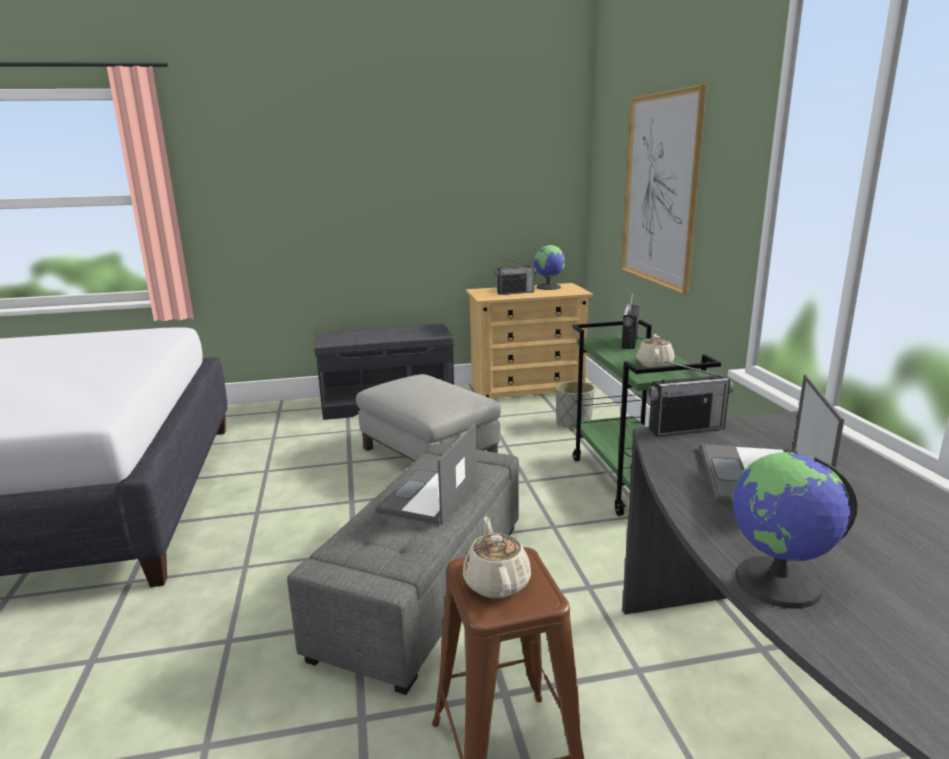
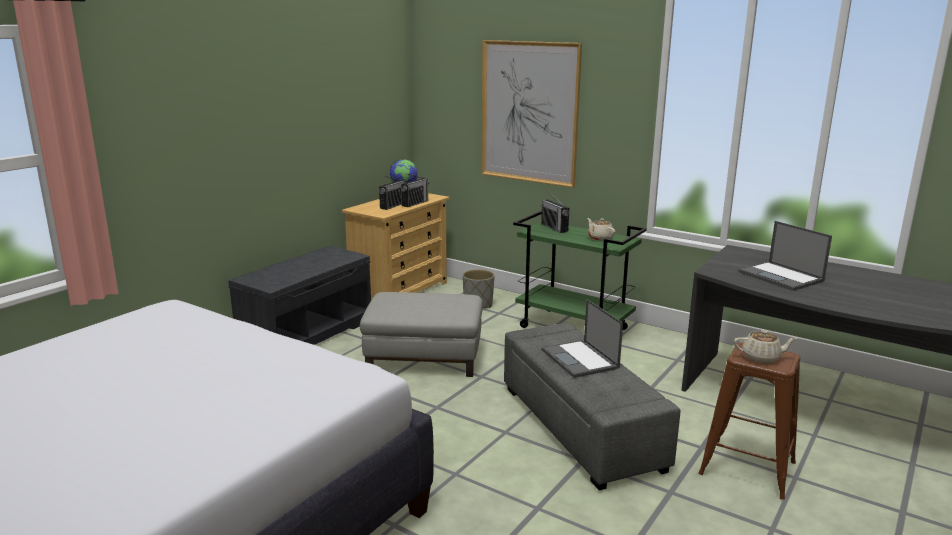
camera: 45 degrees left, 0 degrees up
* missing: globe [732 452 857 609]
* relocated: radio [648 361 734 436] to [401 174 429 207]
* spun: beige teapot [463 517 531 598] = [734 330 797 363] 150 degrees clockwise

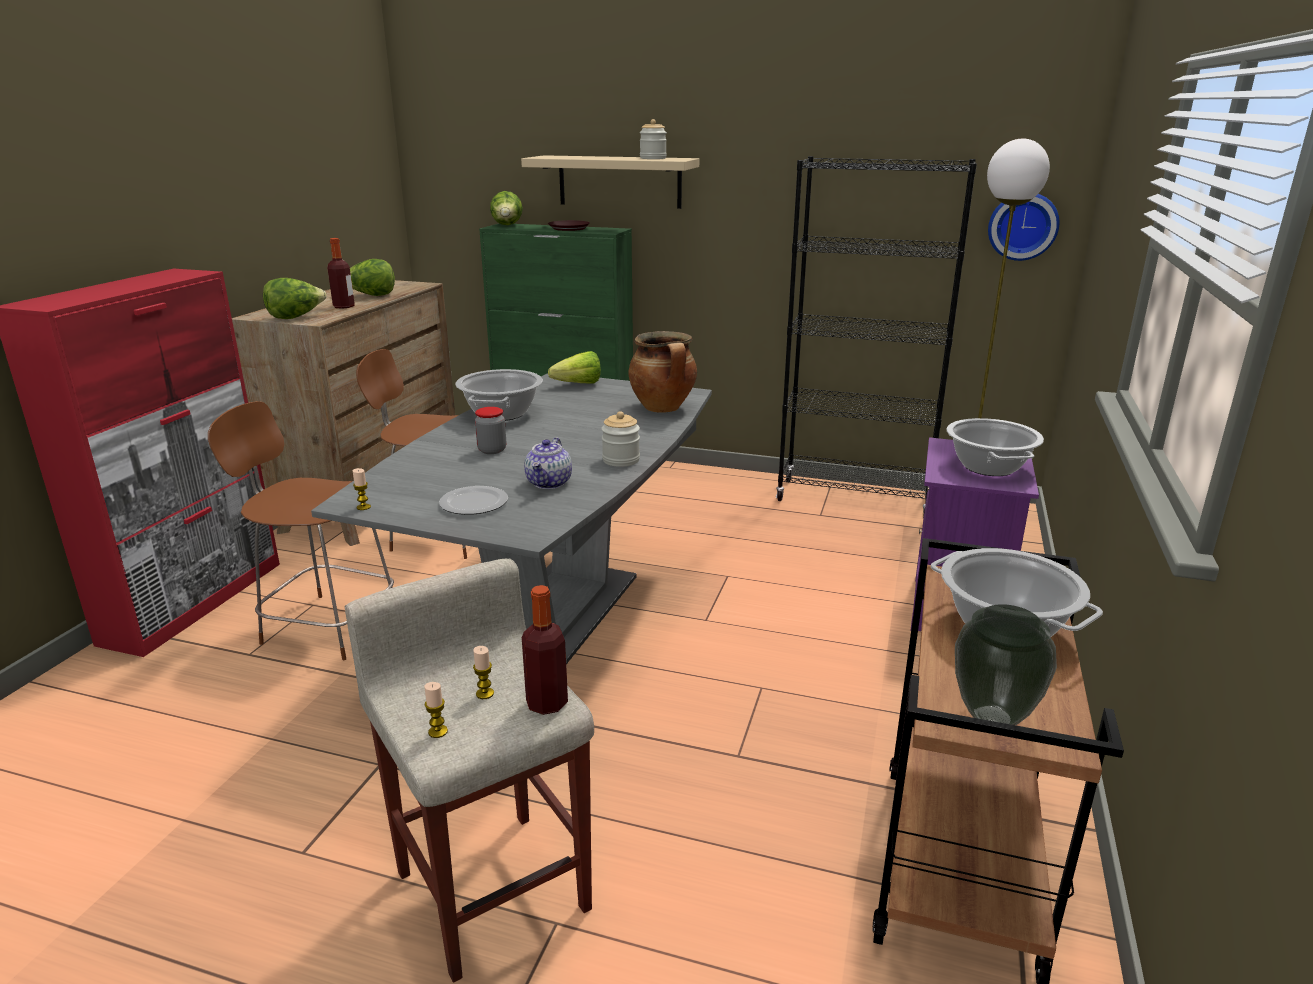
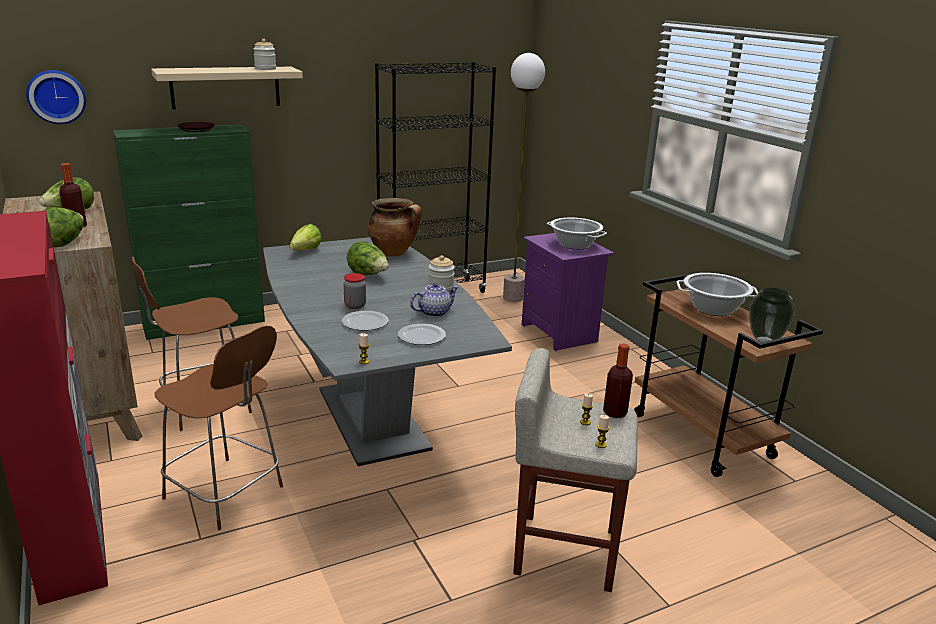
camera: 45 degrees left, 0 degrees up
* missing: cooking pot [456 369 543 421]
* appeared: plate [342 311 388 331]
* relocated: lettuce [490 191 523 225] to [347 241 389 275]
* relocated: wall clock [988 194 1059 261] to [26 70 86 124]
* spun: brown chair [208 401 394 660] = [154 326 283 530] 120 degrees counterclockwise
* spun: teapot [524 437 572 489] = [410 283 459 317] 90 degrees counterclockwise

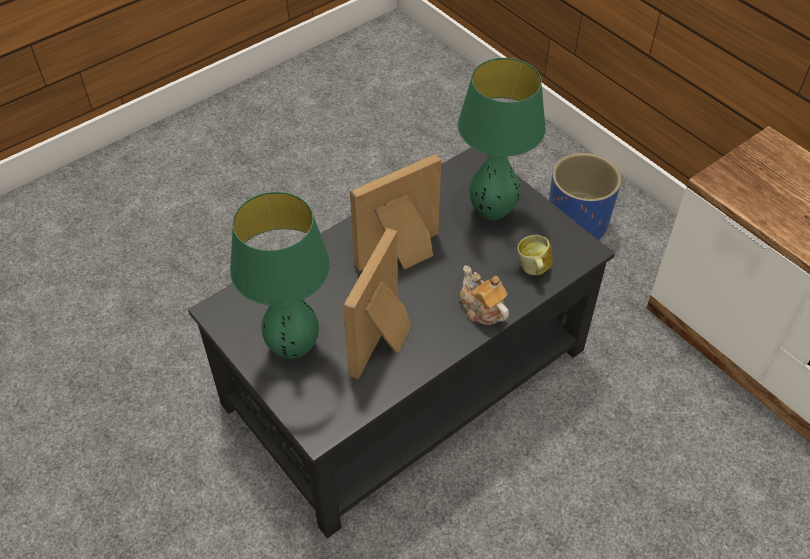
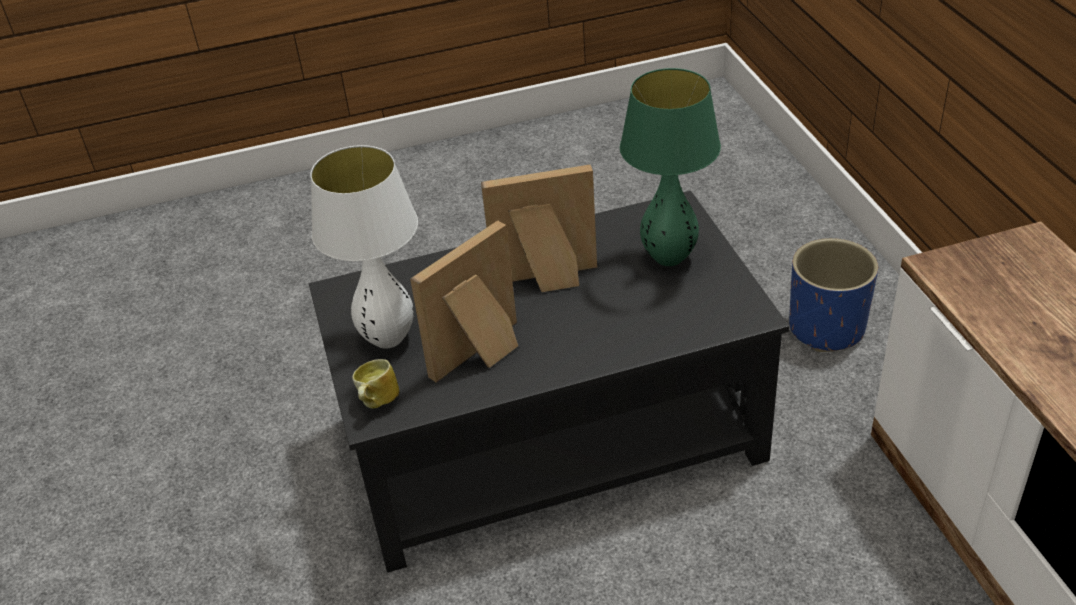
camera: 25 degrees right, 10 degrees down
* missing: teapot [460 266 509 325]
* relocated: mug [517 235 552 275] to [352 359 399 409]
* colour: green table lamp [230 192 331 359] to white table lamp [311 145 418 349]

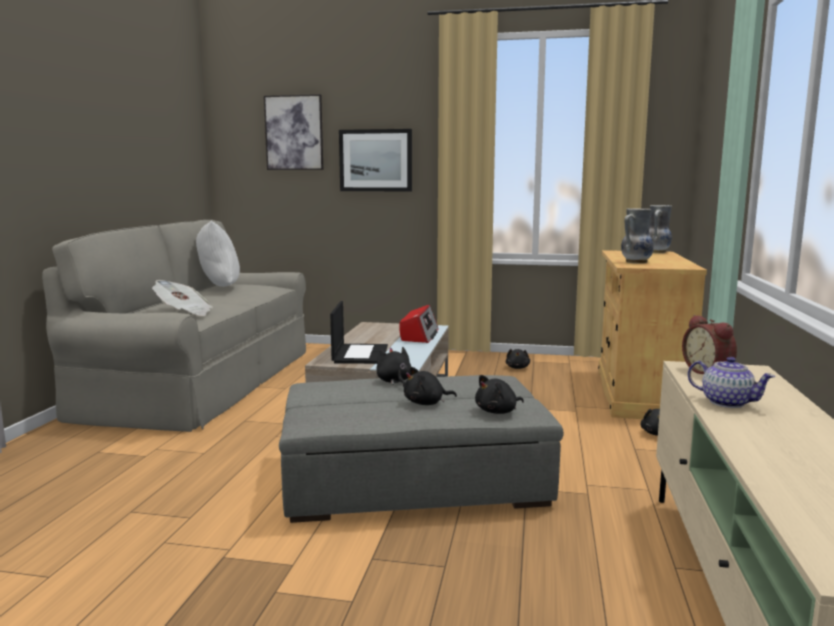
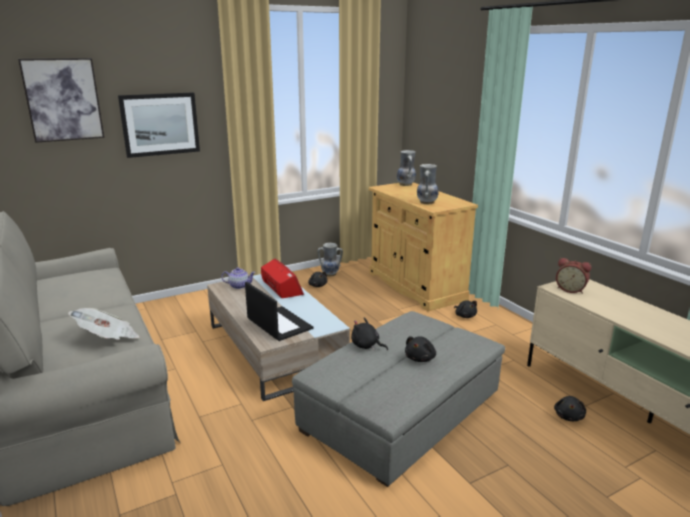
camera: 40 degrees left, 10 degrees up
* missing: white pillow [196 221 240 287]
* appeared: vase [318 243 343 277]
* relocated: black plush toy [475 375 524 414] to [554 396 586 421]
* relocated: teapot [688 357 775 408] to [221 267 256 289]

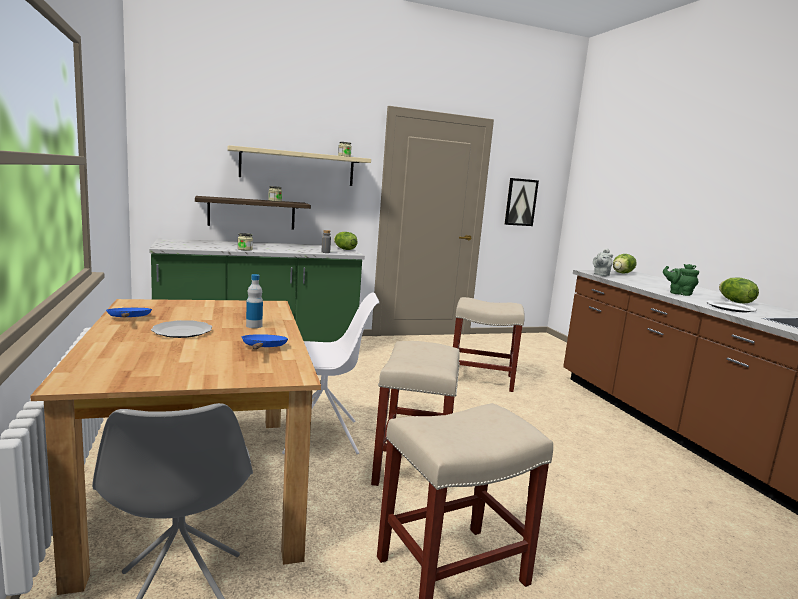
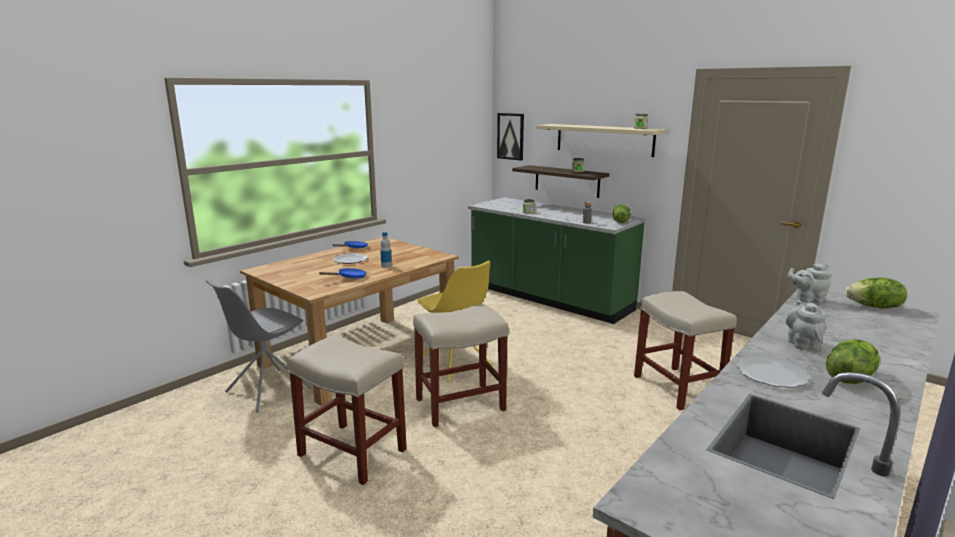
camera: 60 degrees right, 5 degrees up
* relocated: picture [505 178 539 226] to [497 113 524 160]
* colour: white chair [282 292 379 455] to yellow chair [417 261 493 382]
* colour: green teapot [663 264 699 296] to grey teapot [786 300 825 350]

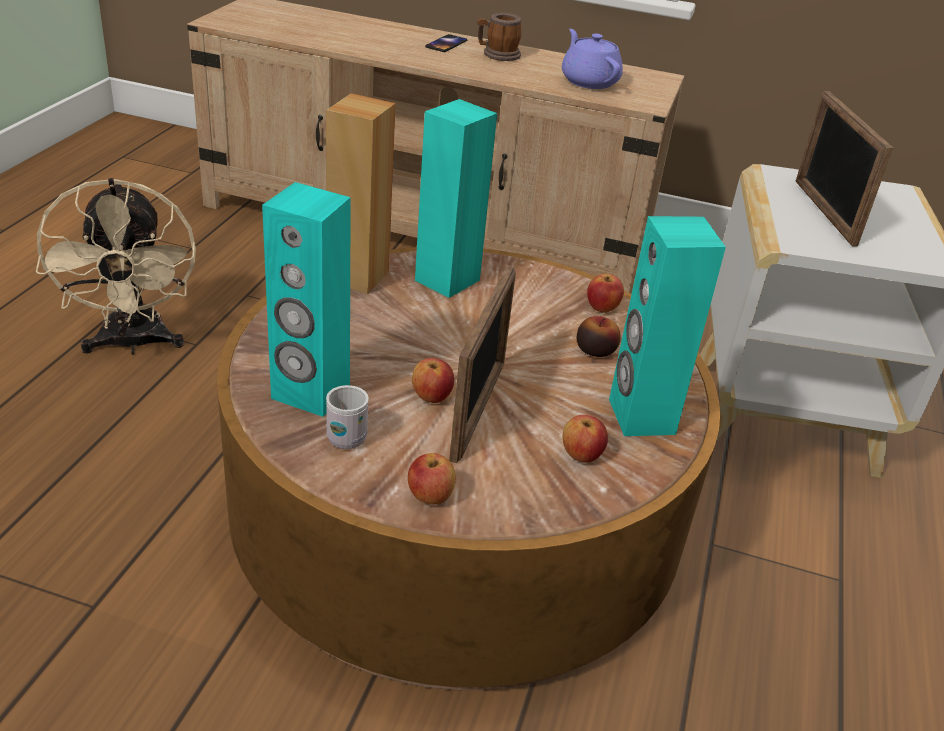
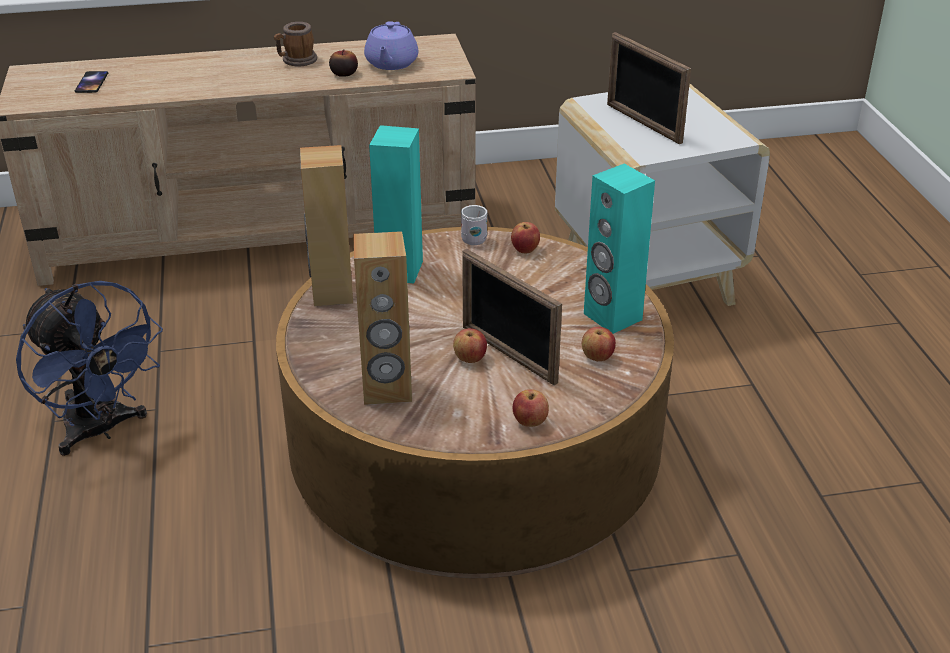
camera: 25 degrees left, 0 degrees up
* relocated: white mug [326 385 369 449] to [461 205 487 245]
* relocated: phone [425 34 467 52] to [75 71 108 93]
* relocated: apple [577 316 621 357] to [329 49 358 77]
* colour: beige fan [36 178 196 354] to blue fan [16 281 163 456]
* colour: turquoise speaker [262 182 351 417] to brown speaker [353 231 412 405]
* spun: picture frame [449 265 516 463] = [462 249 562 385] 150 degrees clockwise
* spun: purple teapot [562 29 623 89] = [364 21 418 70] 120 degrees counterclockwise

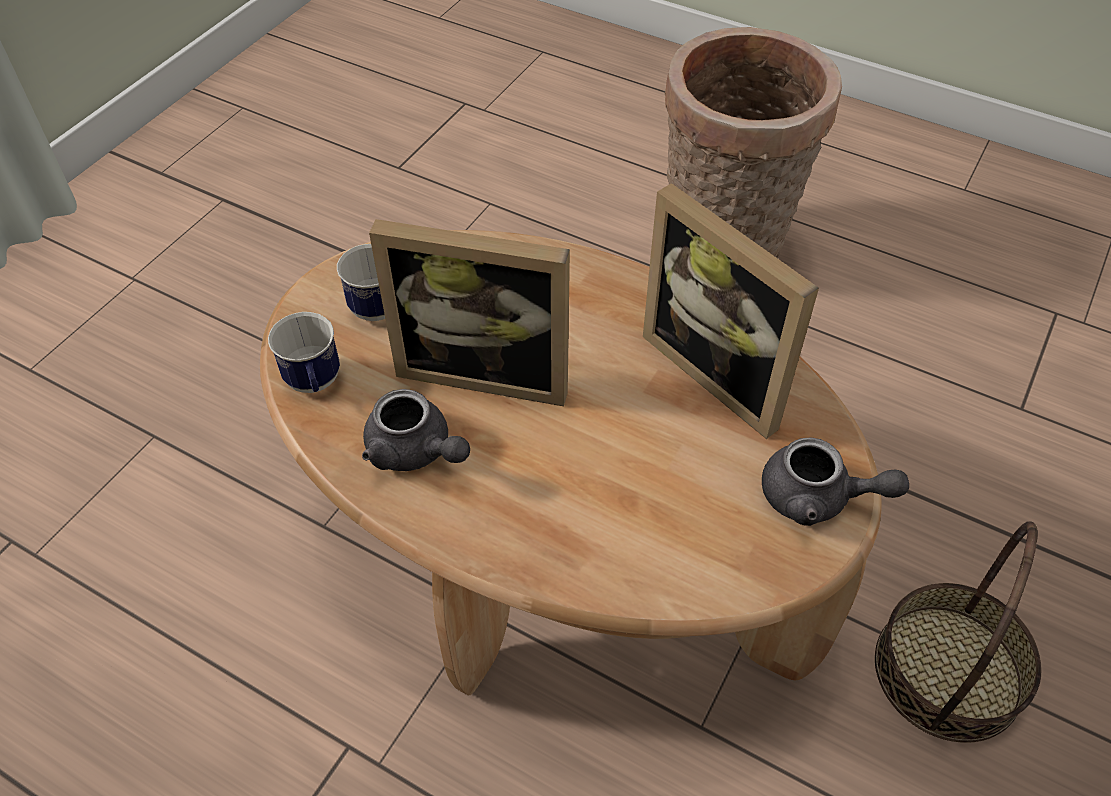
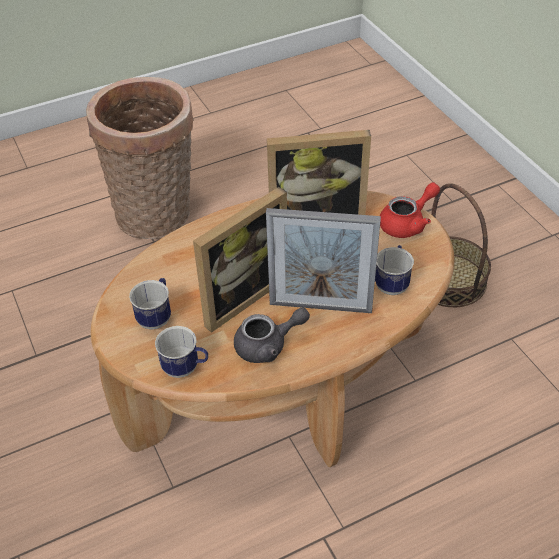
camera: 55 degrees left, 5 degrees down
* appeared: picture frame [266 208 381 313]
* appeared: mug [375 245 414 295]
* colour: grey teapot [762 437 909 526] to red teapot [380 182 440 238]

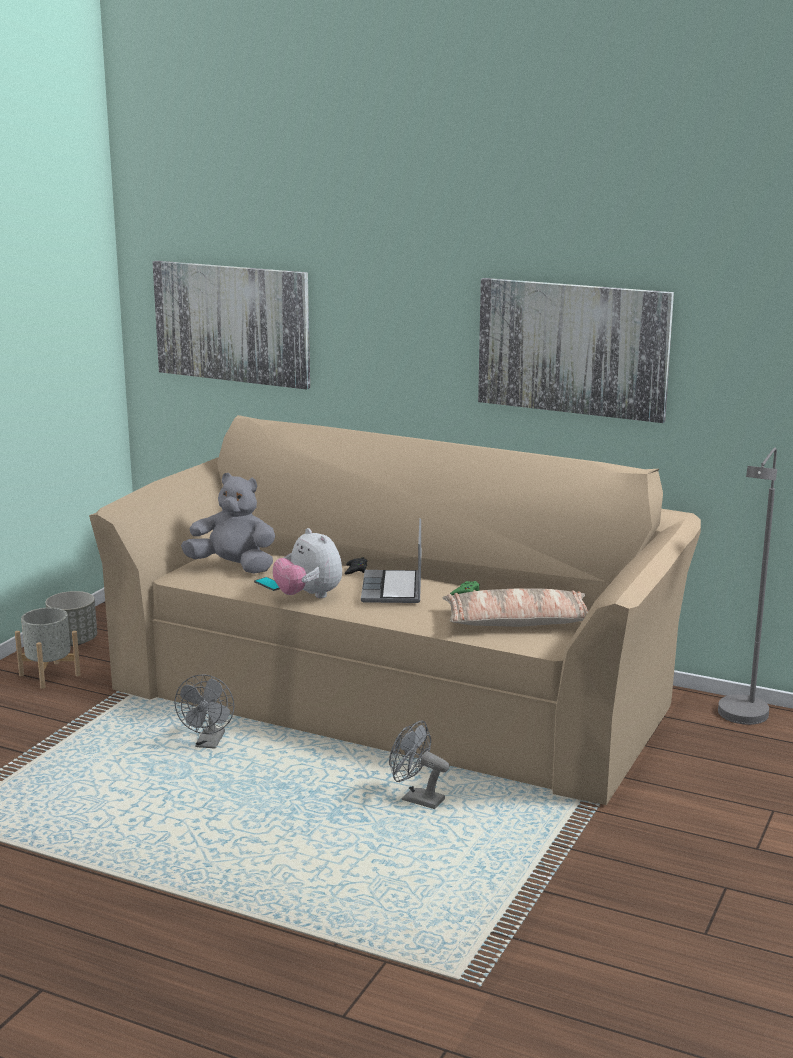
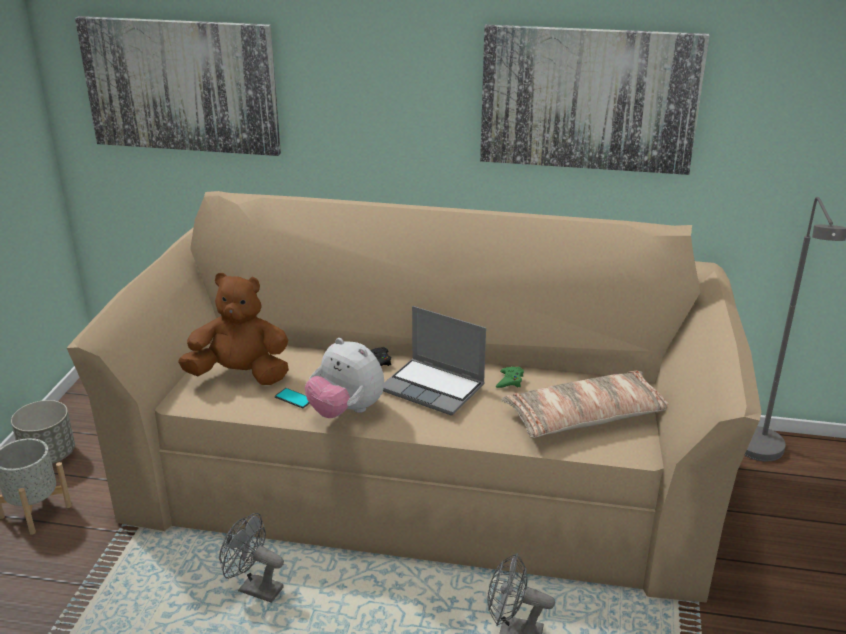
camera: 15 degrees left, 10 degrees up
* colour: grey plush toy [181 473 275 574] to brown plush toy [178 272 289 385]
* spun: grey fan [174 674 234 749] = [219 513 284 603] 120 degrees clockwise
* spun: laptop [361 518 422 603] = [383 306 486 416] 45 degrees counterclockwise

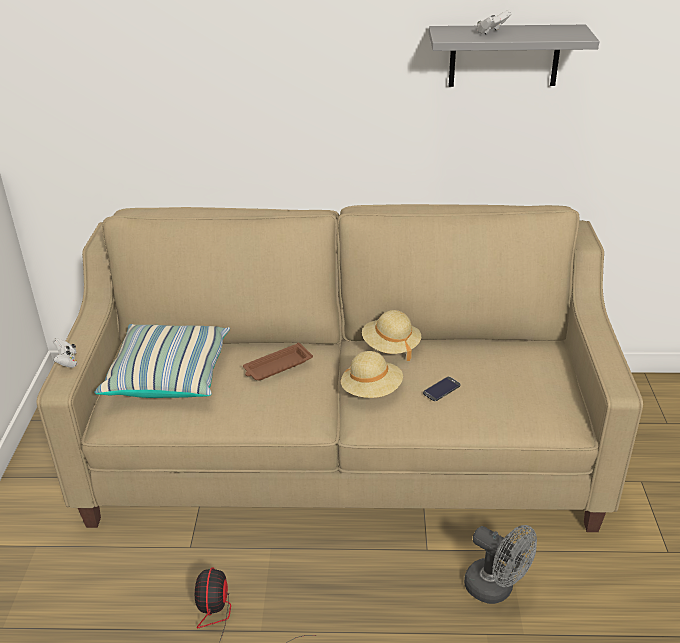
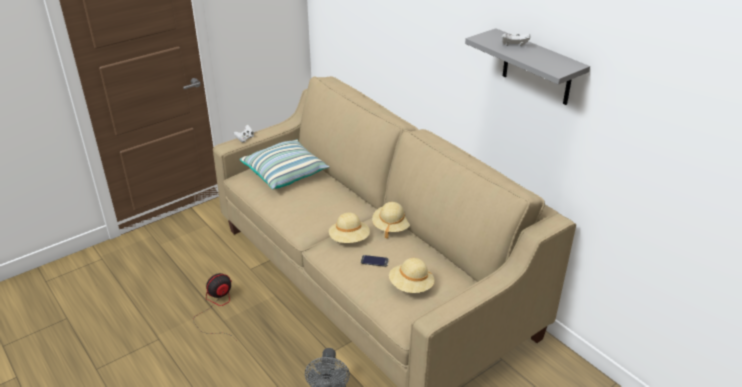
camera: 50 degrees right, 0 degrees up
* missing: brown tray [243 343 313 381]
* appeared: beige hat [389 258 435 293]

